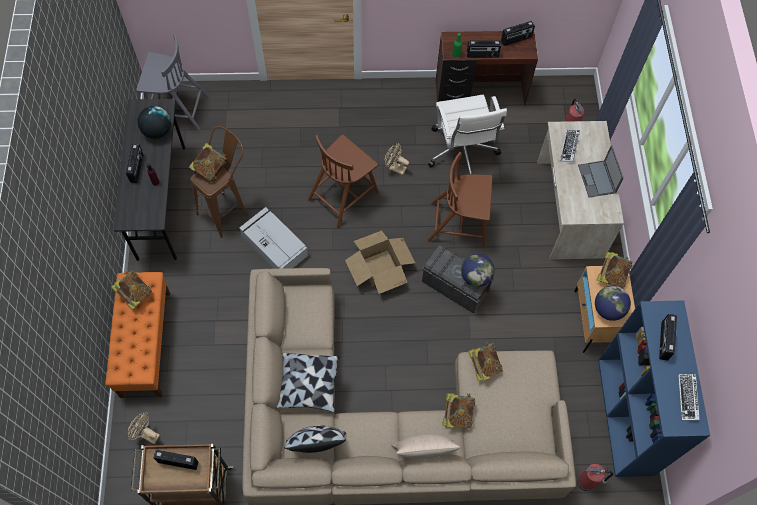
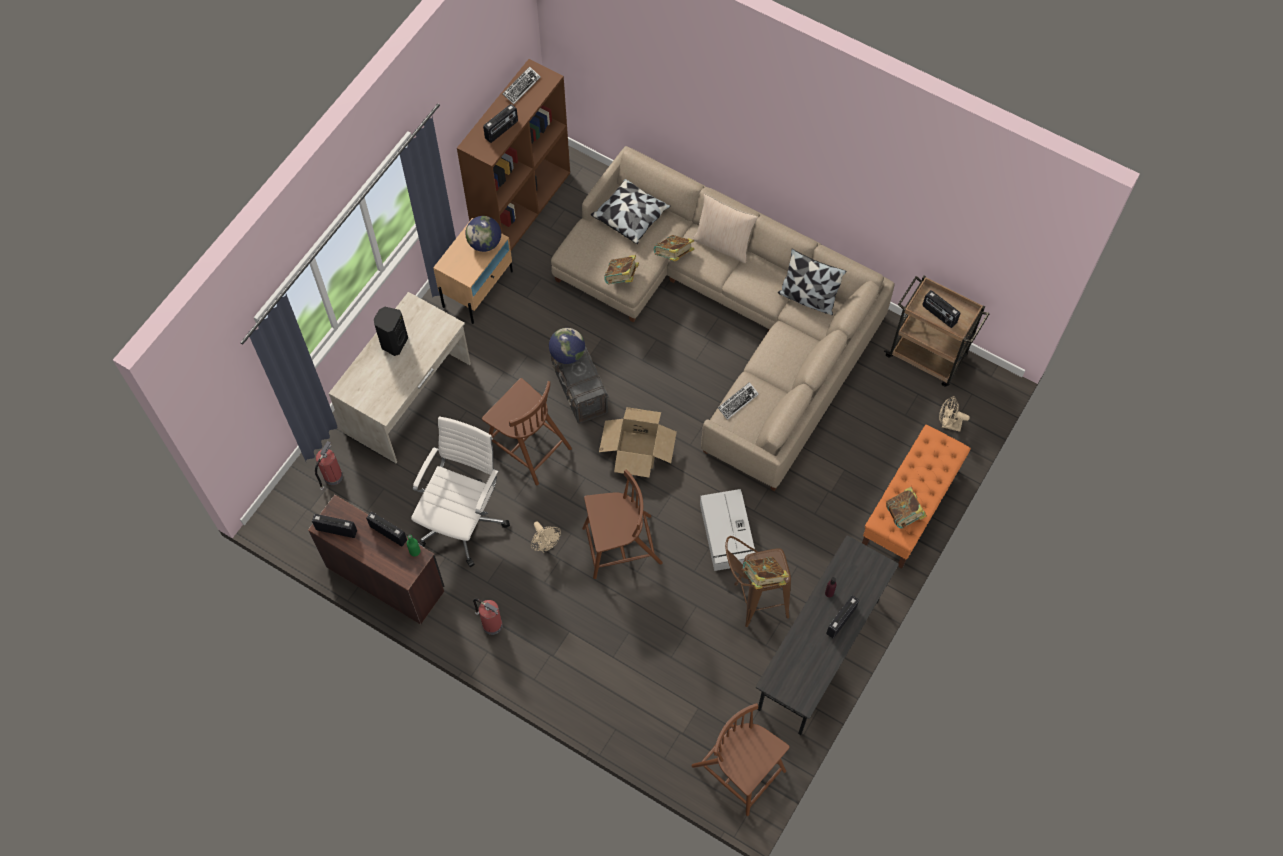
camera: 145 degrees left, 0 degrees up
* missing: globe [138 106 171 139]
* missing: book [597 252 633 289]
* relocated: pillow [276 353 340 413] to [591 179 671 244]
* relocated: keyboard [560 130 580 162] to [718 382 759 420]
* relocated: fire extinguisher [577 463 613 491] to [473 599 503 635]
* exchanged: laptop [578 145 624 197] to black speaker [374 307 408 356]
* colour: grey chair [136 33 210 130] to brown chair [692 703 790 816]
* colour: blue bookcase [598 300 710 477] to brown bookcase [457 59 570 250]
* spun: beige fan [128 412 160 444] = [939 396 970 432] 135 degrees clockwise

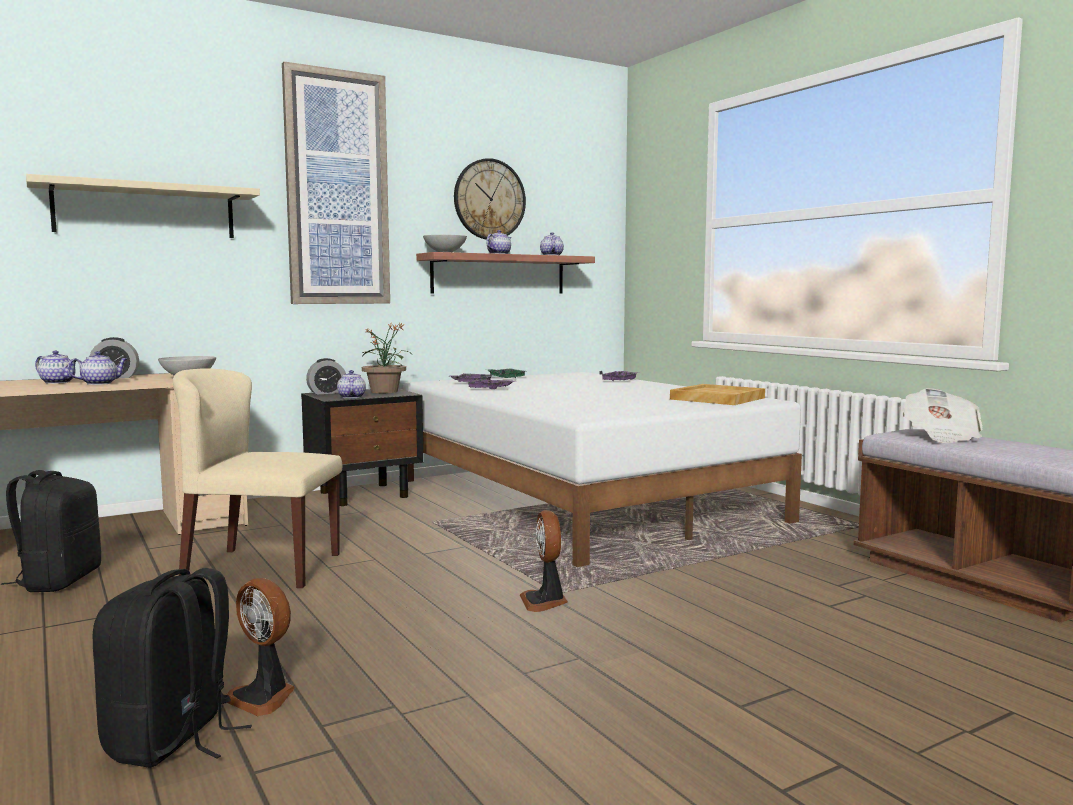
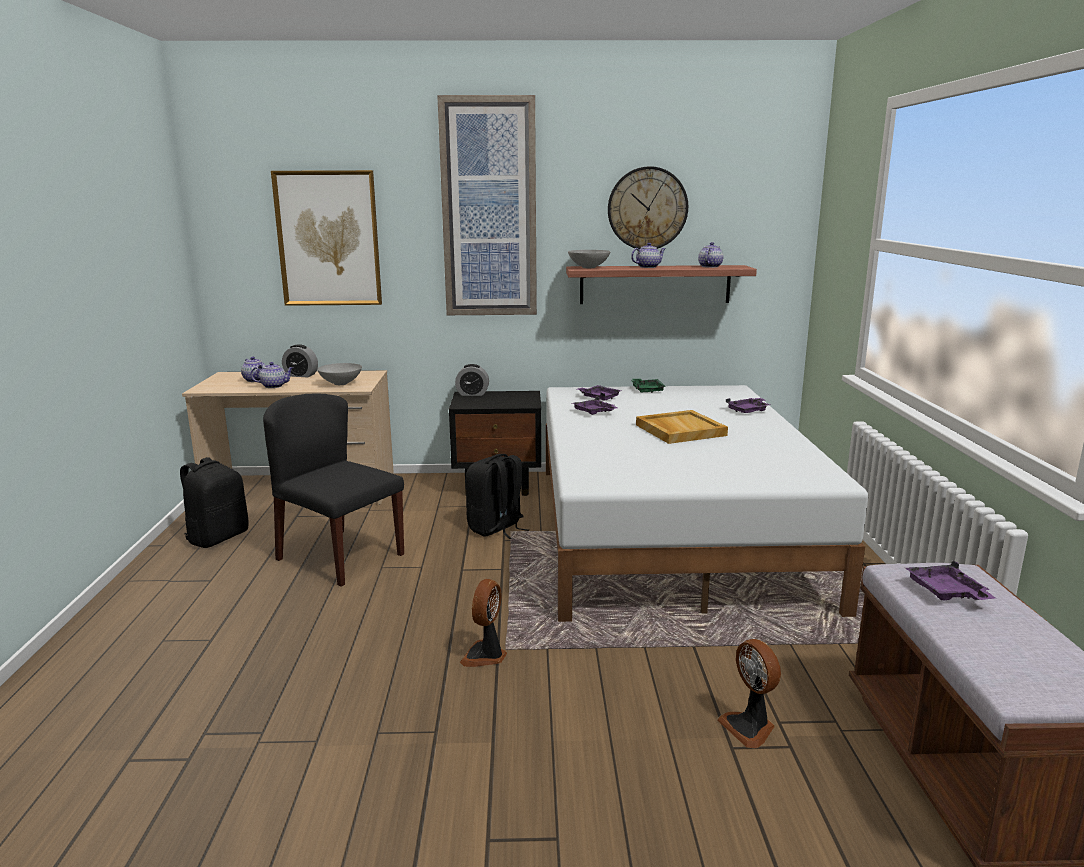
camera: 30 degrees right, 10 degrees up
* missing: teapot [337 370 366 398]
* missing: potted plant [362 323 412 393]
* relocated: black backpack [93 568 252 768] to [466 454 529 539]
* relocated: fan [226 578 295 716] to [717 639 781 748]
* relocated: beige tray [670 384 765 405] to [636 410 728 444]
* exchanged: beige shelf [26 174 260 238] to picture [271 170 382 306]
* exchanged: newspaper [902 388 982 443] to purple tray [905 560 995 600]
* colour: beige chair [173 368 342 588] to black chair [263 393 404 586]

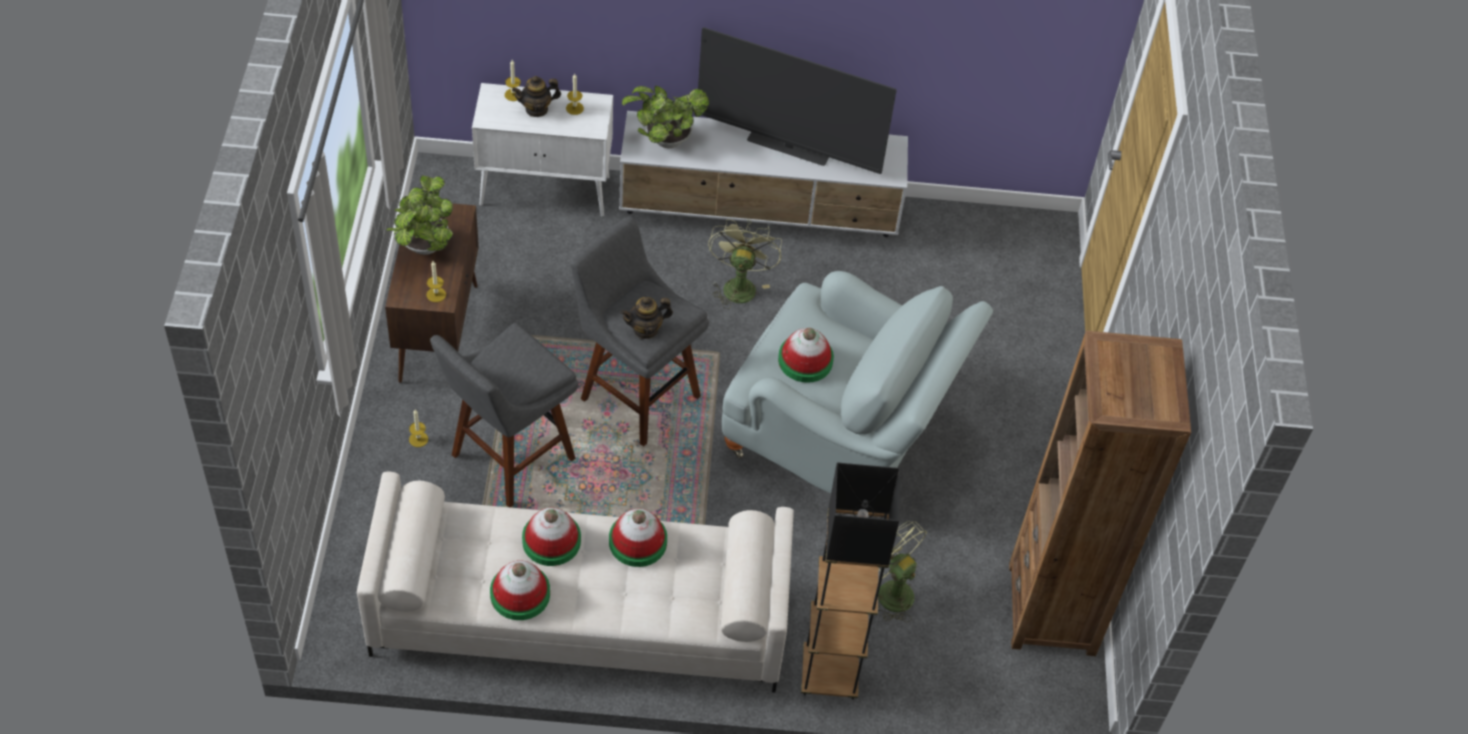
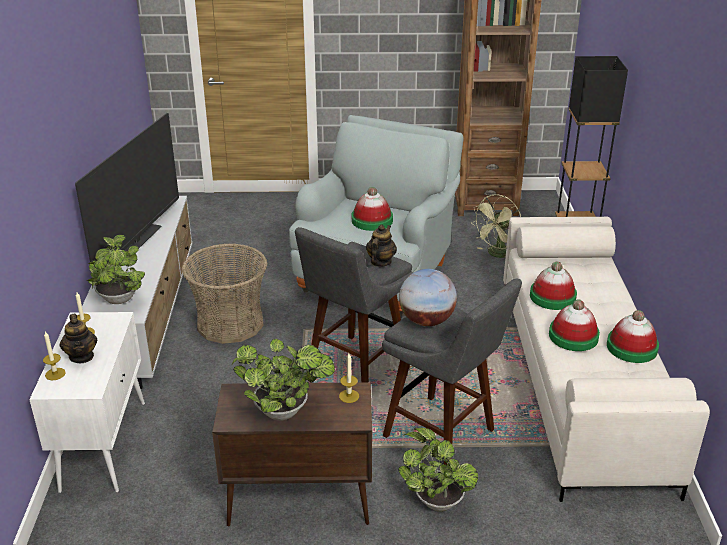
camera: 90 degrees left, 20 degrees down
* appeared: globe [399 269 457 326]
* exchanged: candle [409 409 428 447] to potted plant [398 428 478 511]
* exchanged: green fan [708 219 782 309] to basket [182 243 267 344]
* spun: teapot [620 297 673 339] = [366 225 397 267] 135 degrees counterclockwise

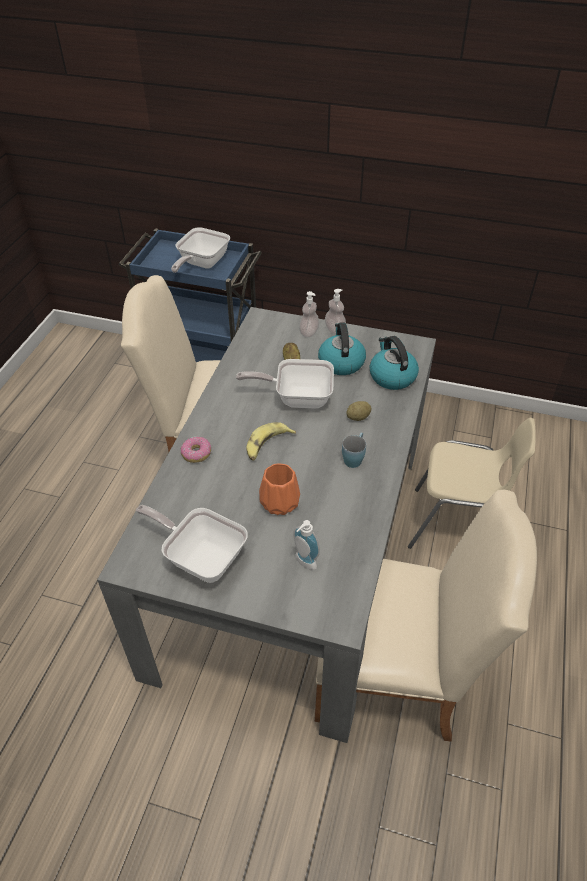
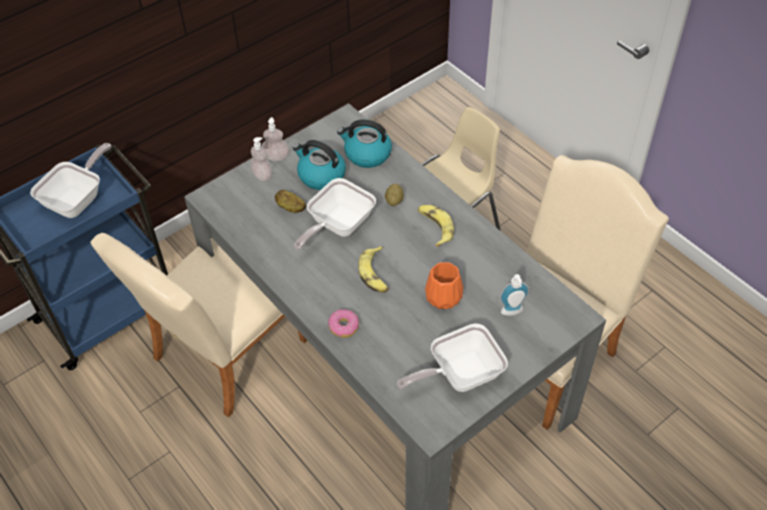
camera: 55 degrees left, 5 degrees up
* exchanged: blue mug [342 433 366 468] to banana [418 205 454 247]
* spun: frying pan [171 227 230 273] = [30 143 112 218] 120 degrees counterclockwise

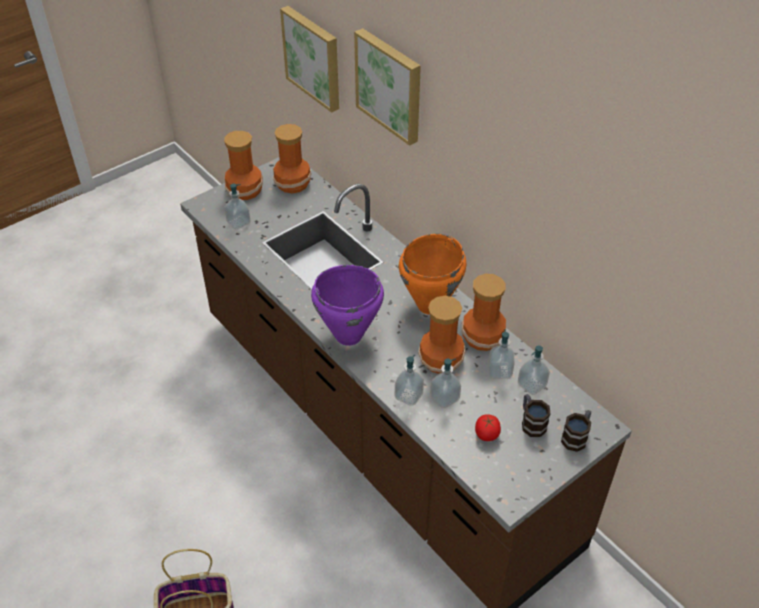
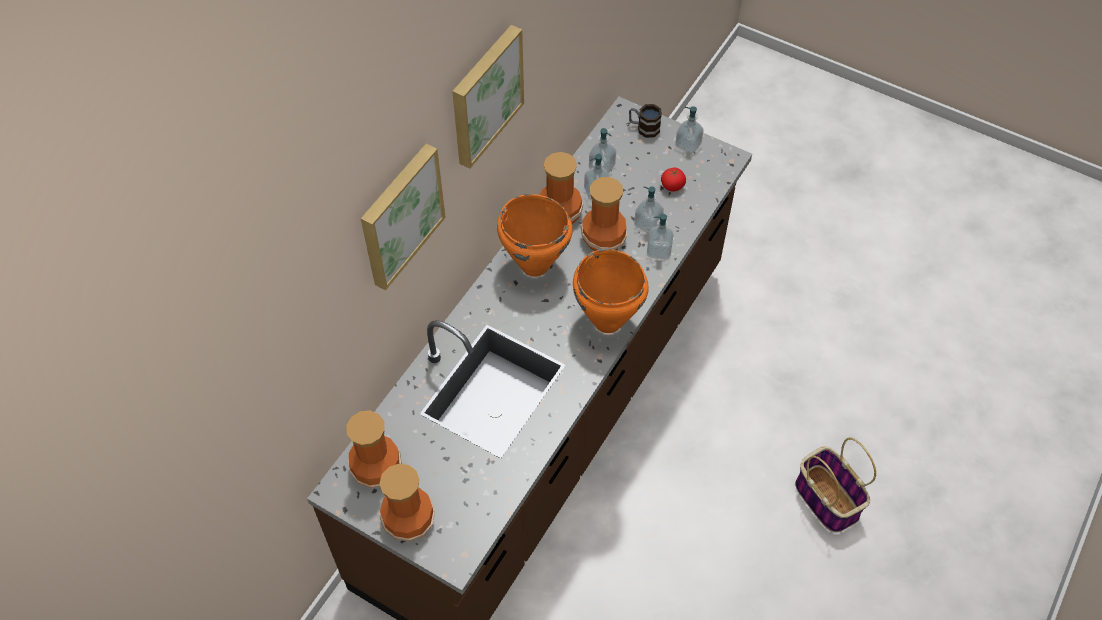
camera: 110 degrees left, 10 degrees up
* missing: mug [522 394 551 437]
* relocated: soap dispenser [224 184 251 229] to [675 106 704 154]
* relocated: picture [280 6 339 113] to [452 25 524 169]
* colour: purple cooking pot [311 265 384 346] to orange cooking pot [573 249 649 333]

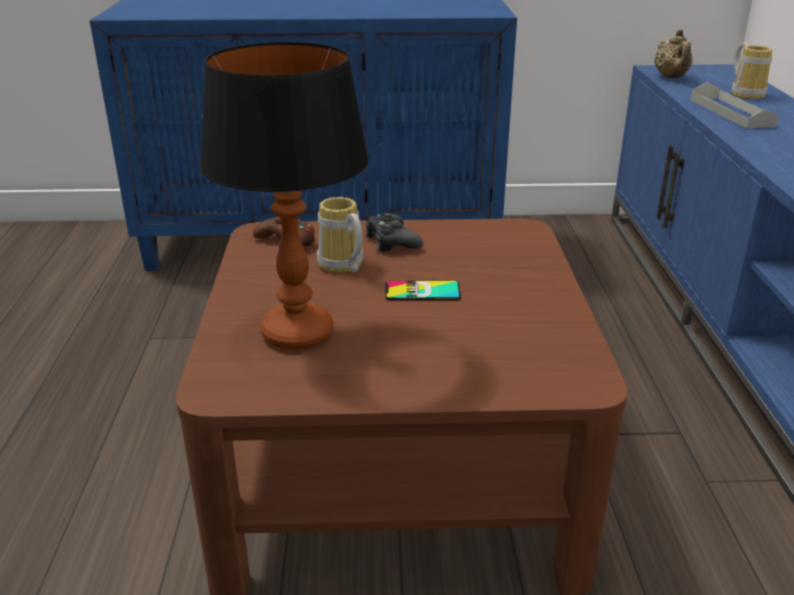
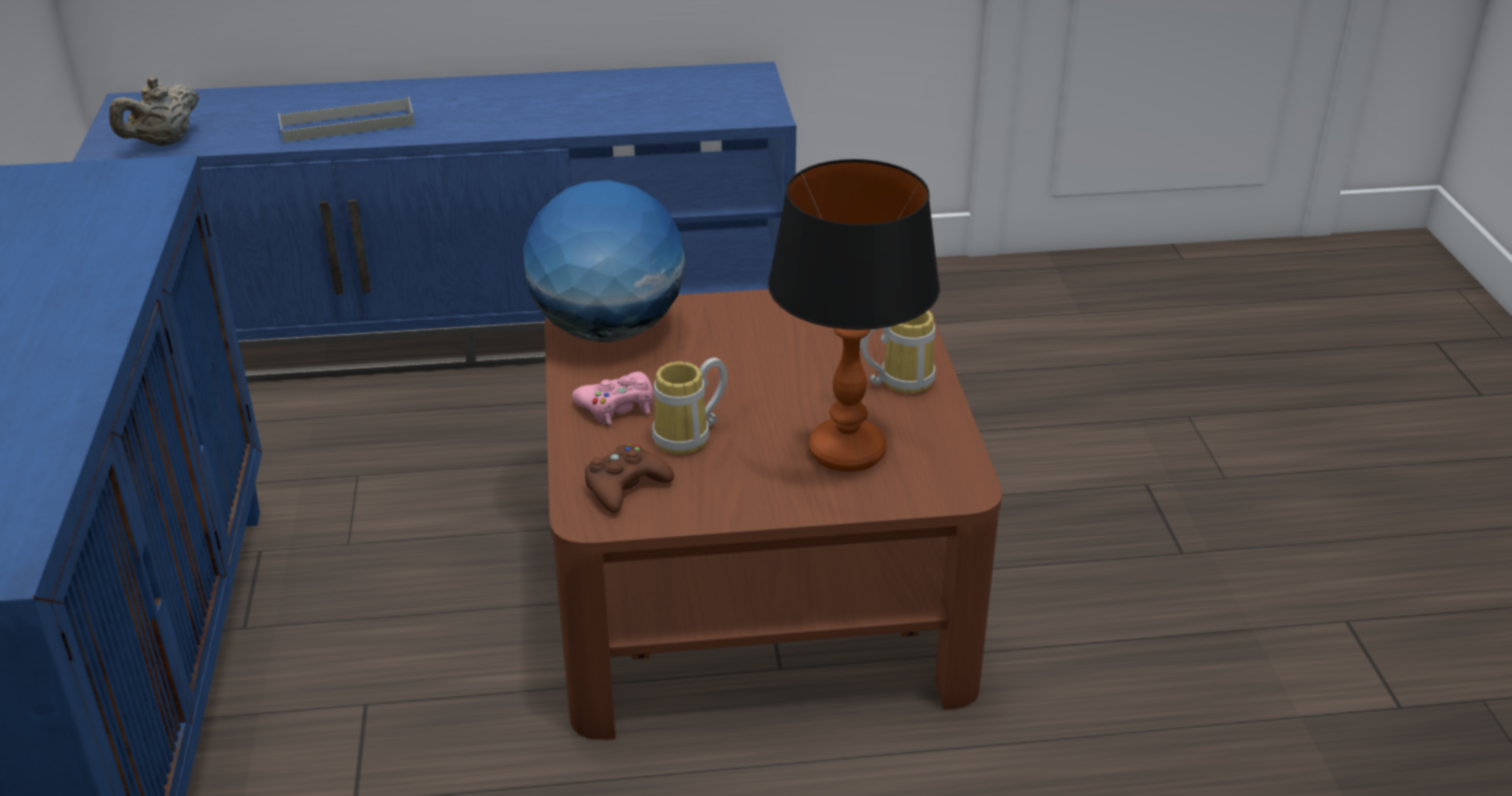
camera: 95 degrees left, 5 degrees up
* missing: phone [385 281 461 300]
* appeared: globe [523 180 685 342]
* relocated: mug [732 42 772 99] to [860 310 935 394]
* colour: black game controller [365 213 423 252] to pink game controller [572 372 653 425]
* spun: beige teapot [654 29 693 78] = [109 77 199 146] 135 degrees clockwise

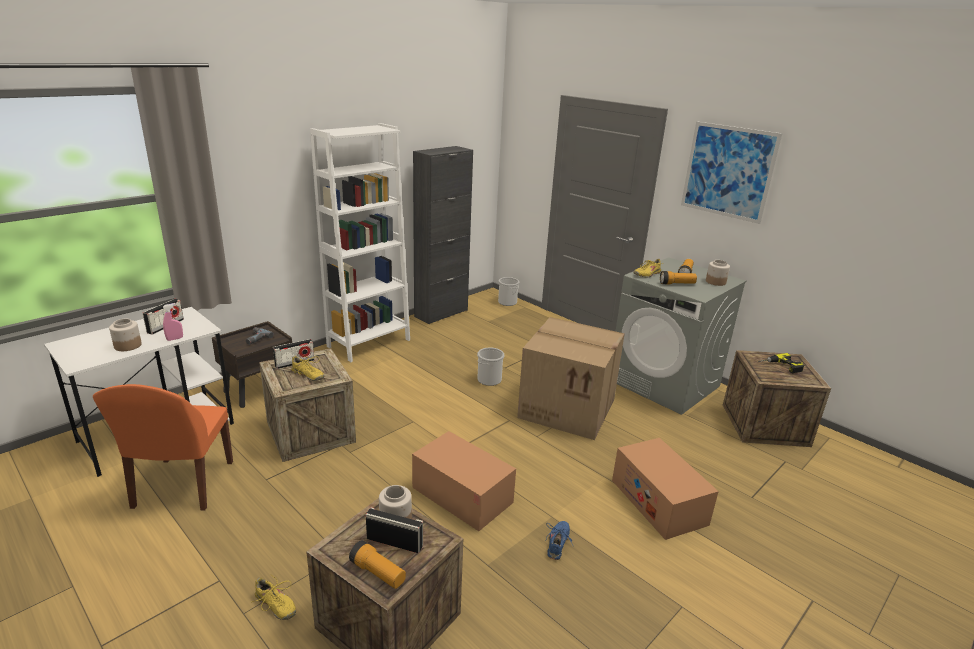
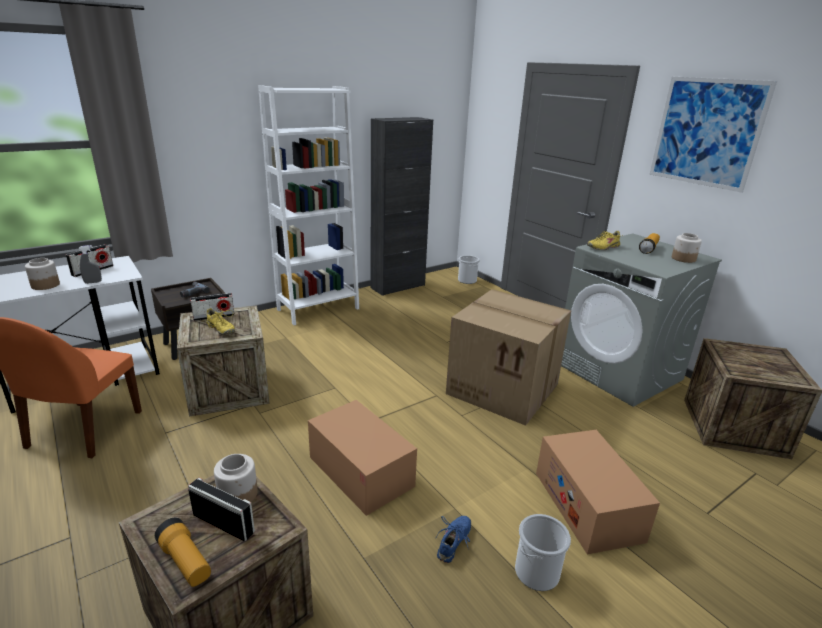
camera: 10 degrees right, 0 degrees up
* missing: yellow shoe [251 575 296 620]
* missing: flashlight [660 271 697 284]
* missing: power drill [758 353 804 373]
* relocated: bucket [477 348 505 386] to [515 514 571 591]
* colour: pink spray bottle [163 303 183 341] to grey spray bottle [79 245 102 284]

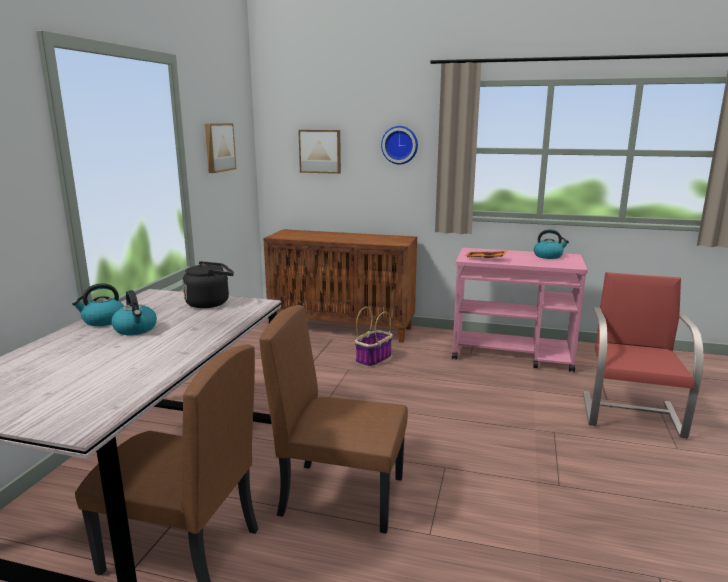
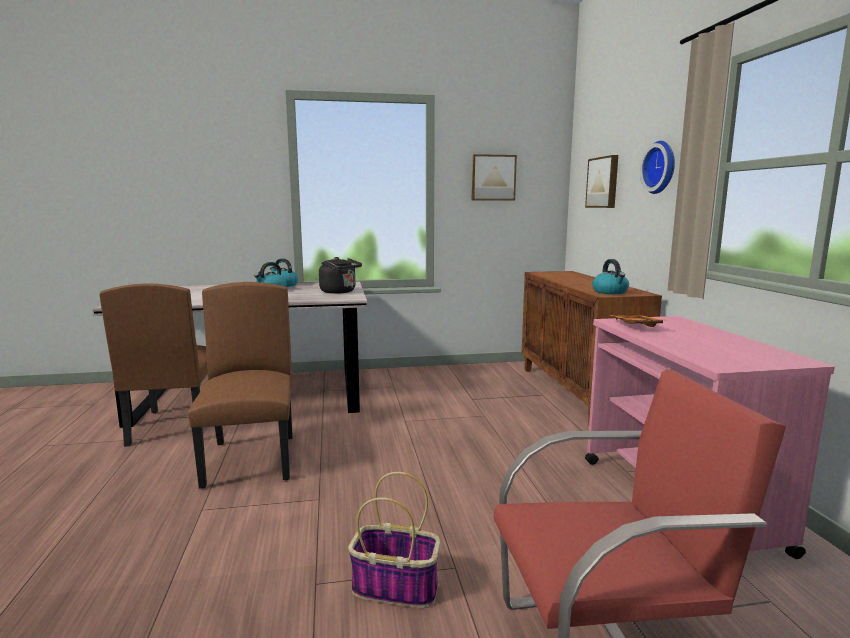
camera: 65 degrees right, 5 degrees down
* relocated: basket [355 307 393 367] to [348 472 440 608]
* relocated: kettle [534 229 569 259] to [592 259 629 294]

